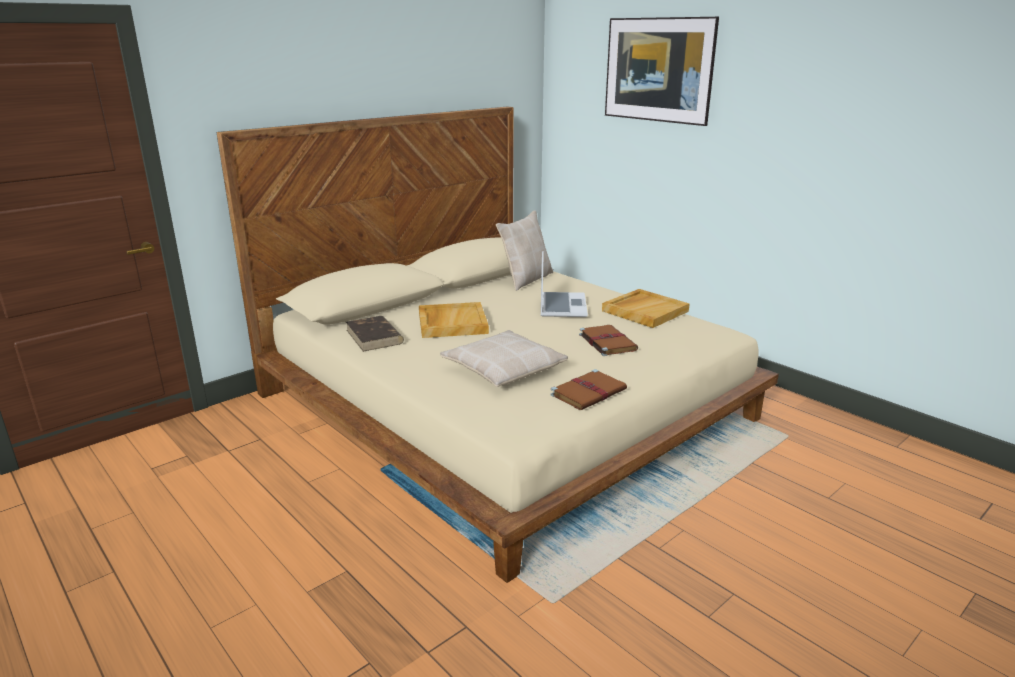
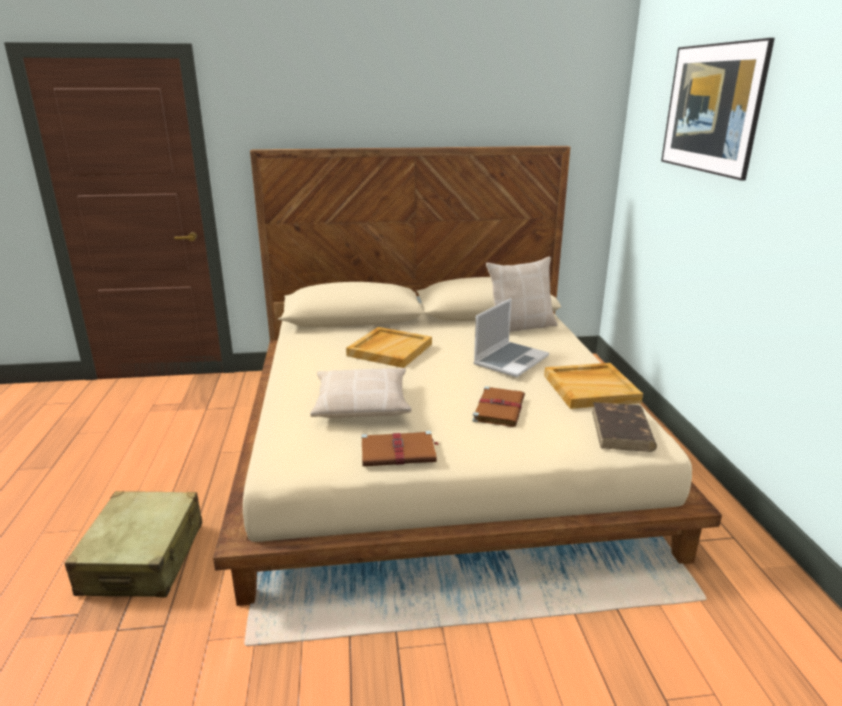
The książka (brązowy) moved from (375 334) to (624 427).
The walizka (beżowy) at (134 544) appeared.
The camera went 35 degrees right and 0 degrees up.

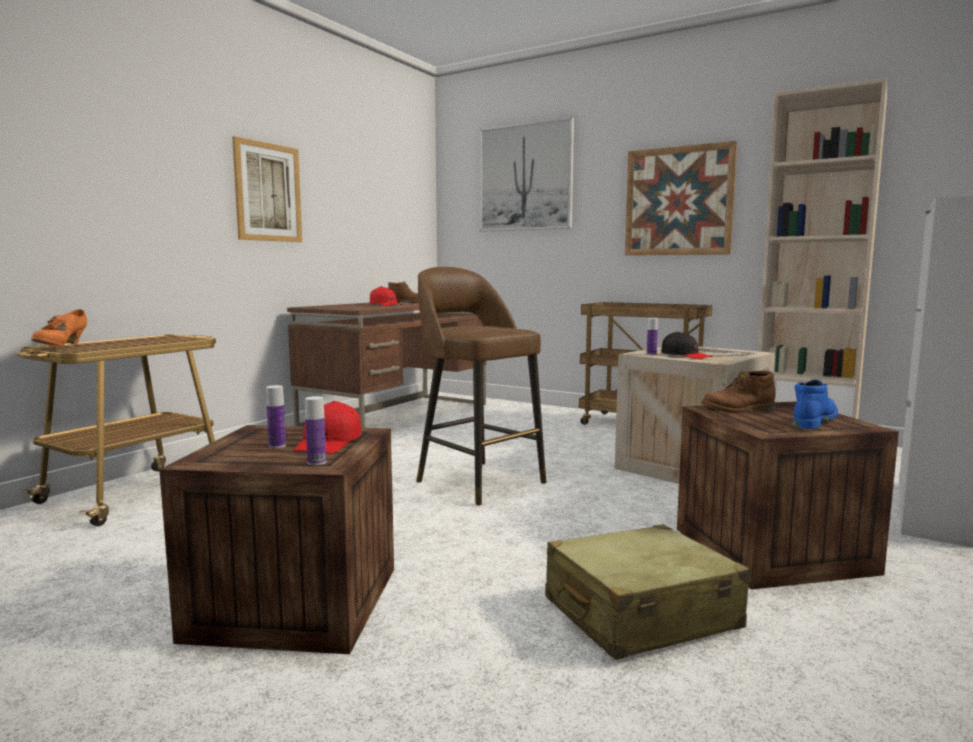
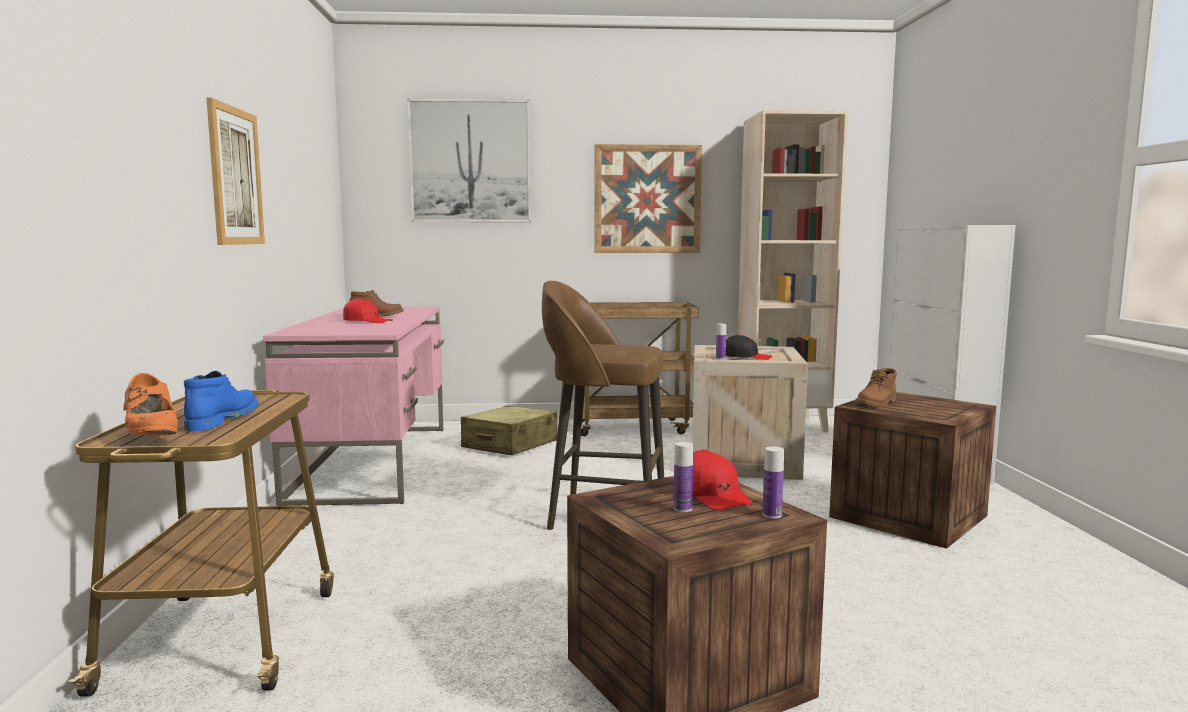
The biurko (brązowy) at (386 364) became the biurko (różowy) at (353 406).
The but z cholewką (niebieski) moved from (815 404) to (221 401).
The walizka (beżowy) moved from (647 592) to (509 430).
The camera went 35 degrees left and 0 degrees up.

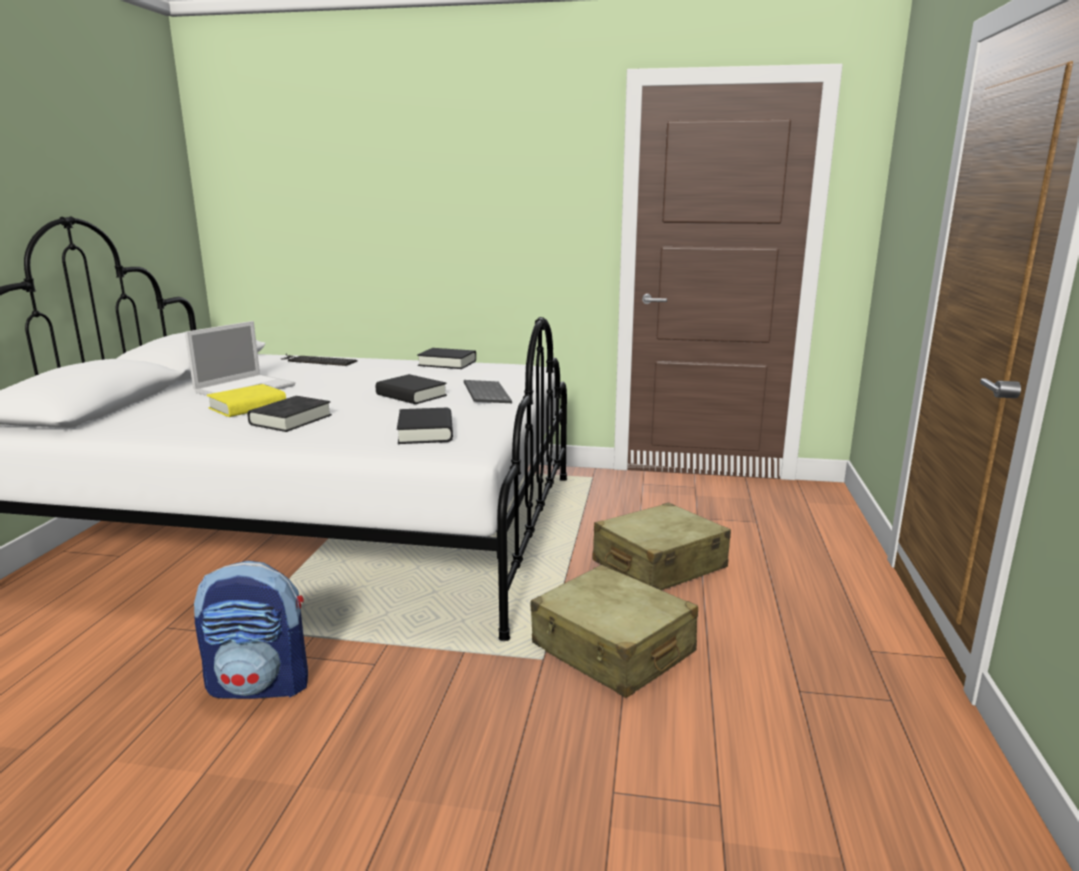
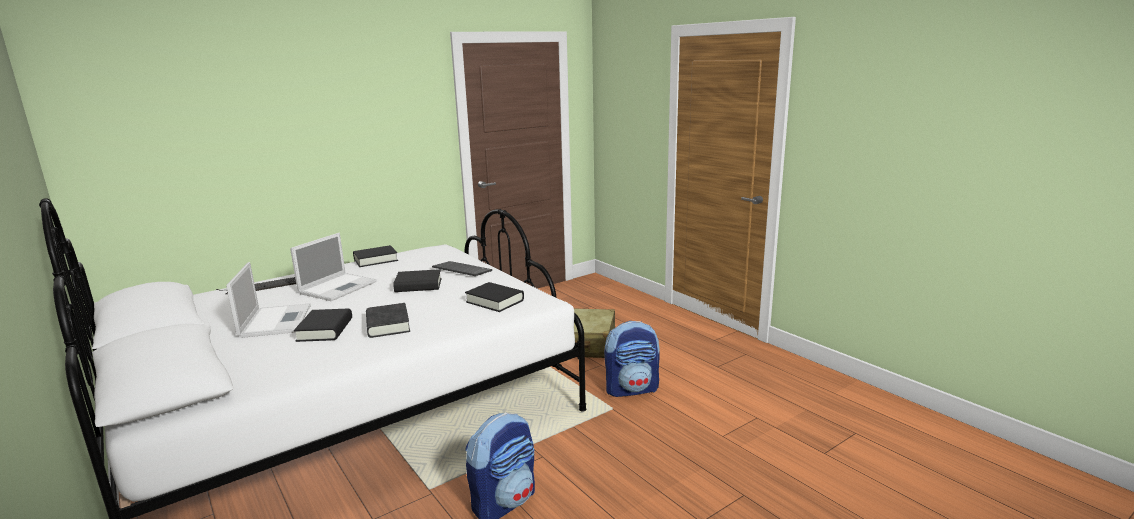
The książka (żółty) at (246 400) became the książka (czarny) at (323 325).
The walizka (beżowy) at (614 631) was replaced by the plecak at (632 359).
The laptop at (333 267) appeared.
The camera went 45 degrees left and 0 degrees up.

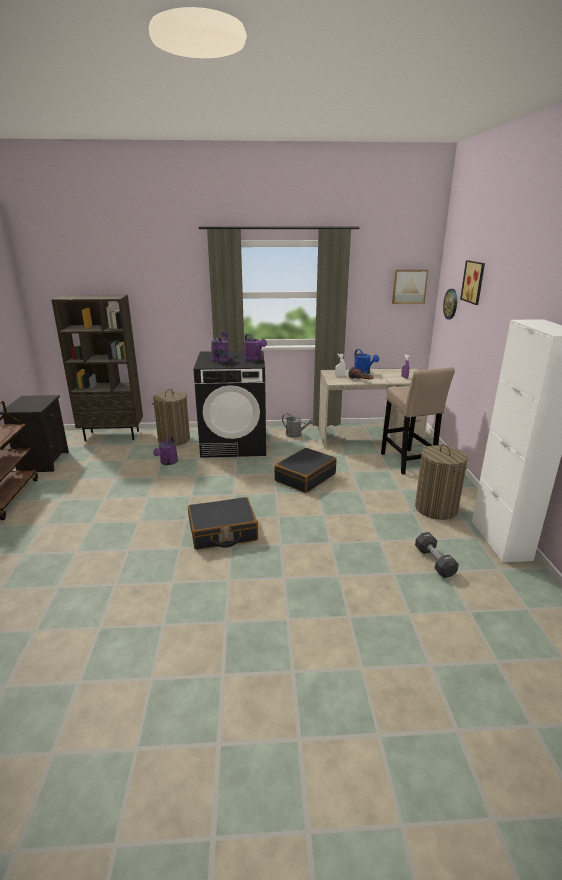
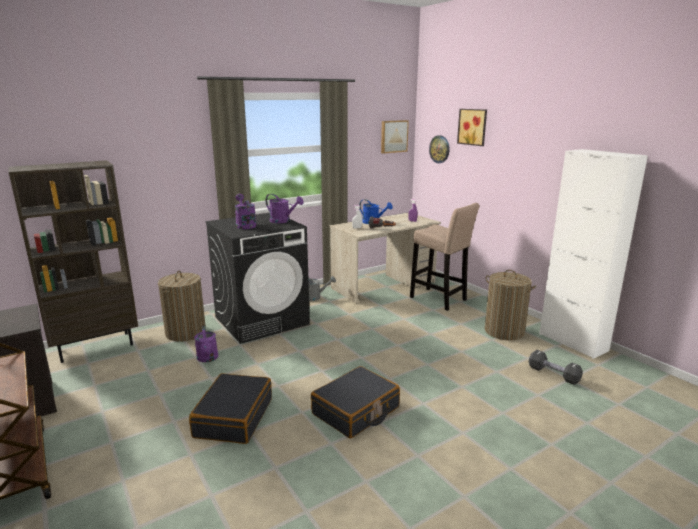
The walizka (czarny) moved from (305 470) to (230 408).
The camera went 30 degrees left and 5 degrees down.

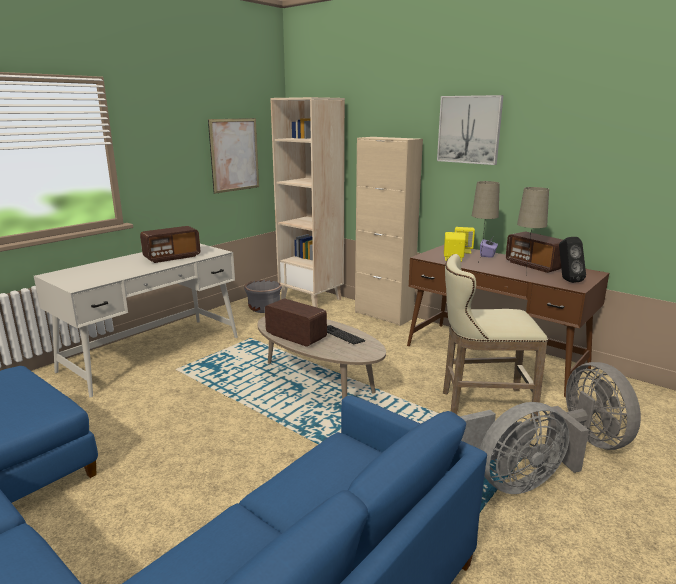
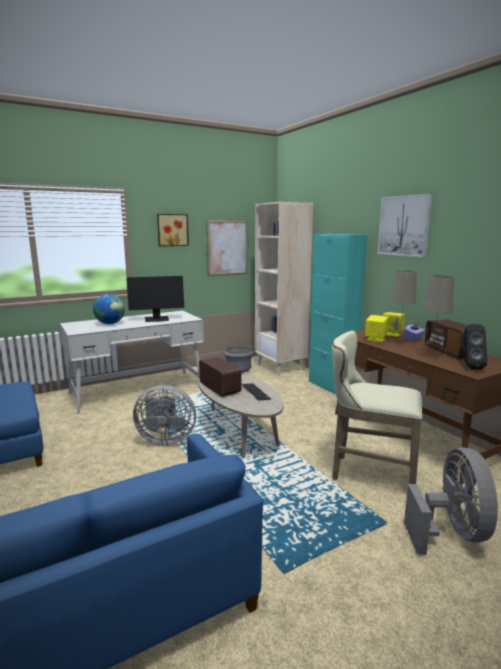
The szafka (beżowy) at (389 231) became the szafka (turkusowy) at (338 314).
The radio at (170 244) was replaced by the monitor at (155 299).
The wentylator (szary) moved from (514 448) to (164 415).
The obraz at (173 230) appeared.
The globus at (109 309) appeared.
The camera went 20 degrees right and 5 degrees down.

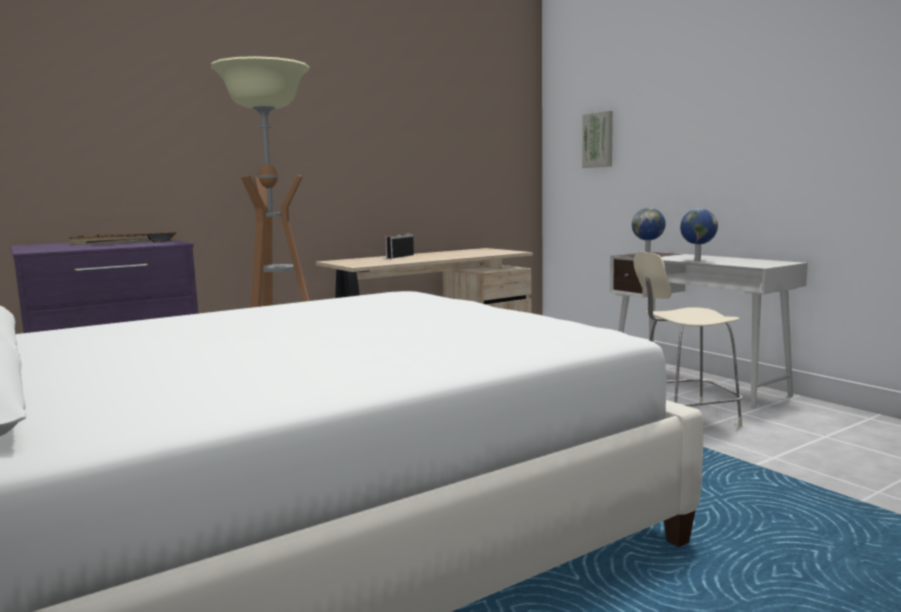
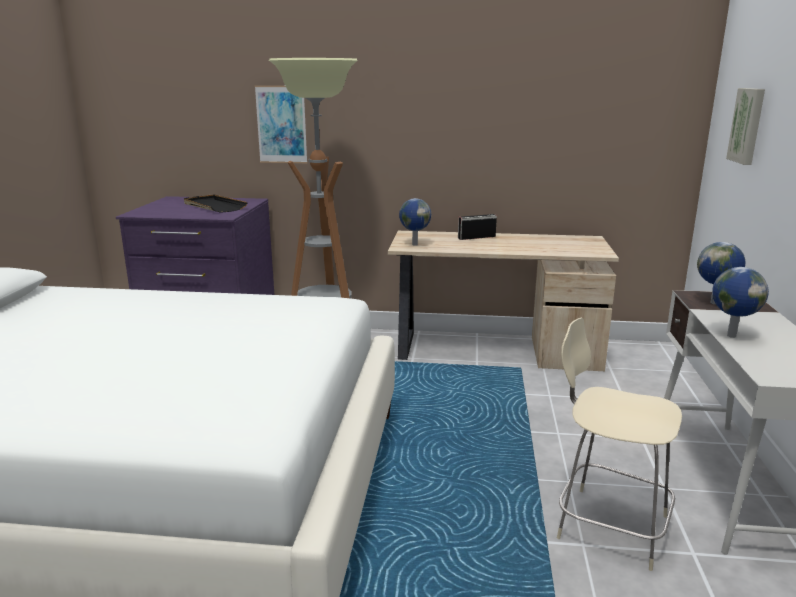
The obraz at (281 124) appeared.
The globus at (415 222) appeared.
The camera went 40 degrees right and 10 degrees up.

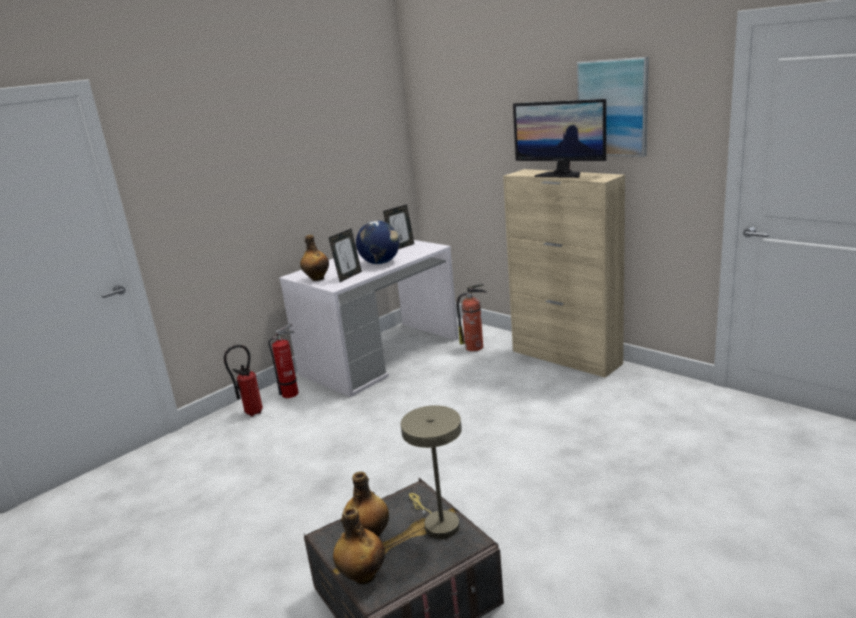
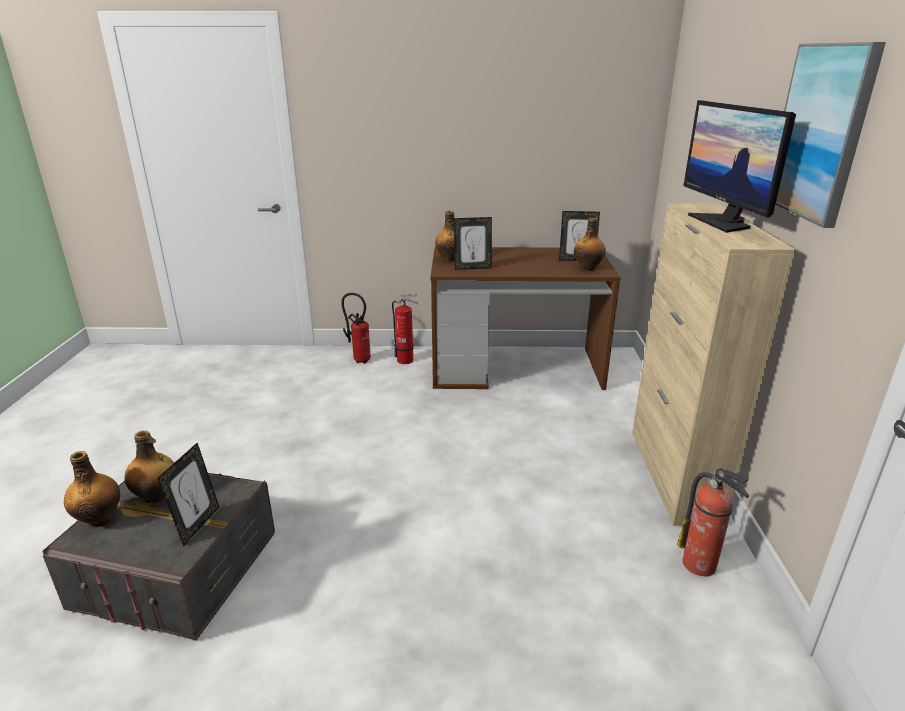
The globus at (378 242) disappeared.
The biurko (biały) at (368 318) became the biurko (brązowy) at (525 318).
The gaśnica moved from (472 317) to (713 522).
The lampa stołowa (beżowy) at (431 472) was replaced by the ramka na zdjęcie at (188 494).
The butelka at (590 244) appeared.
The camera went 45 degrees right and 5 degrees up.

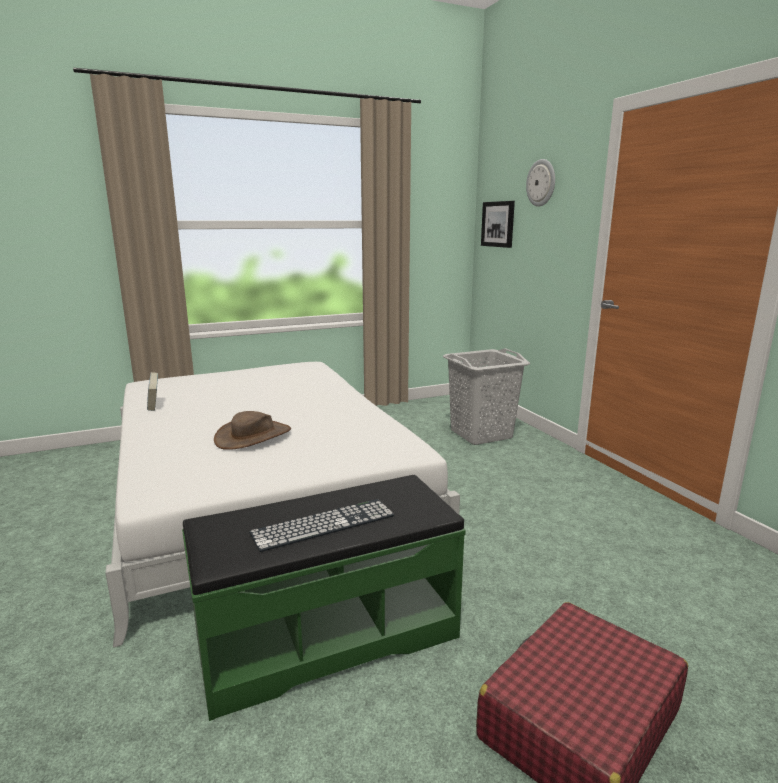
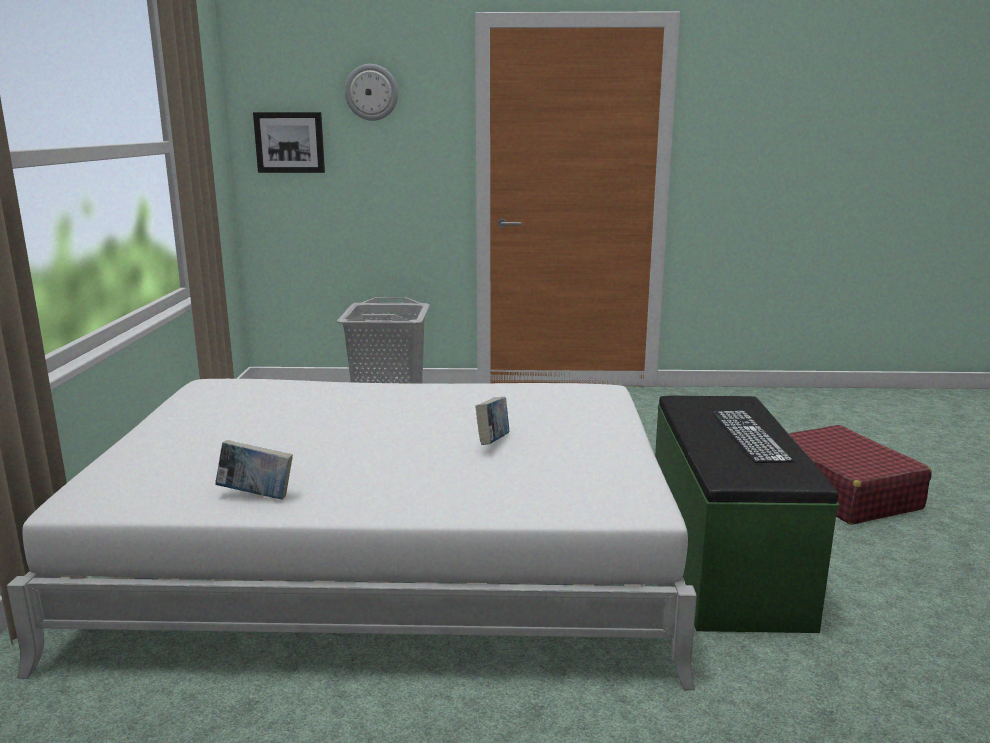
The kapelusz (brązowy) at (252 430) was replaced by the książka at (492 421).
The camera went 65 degrees left and 0 degrees up.

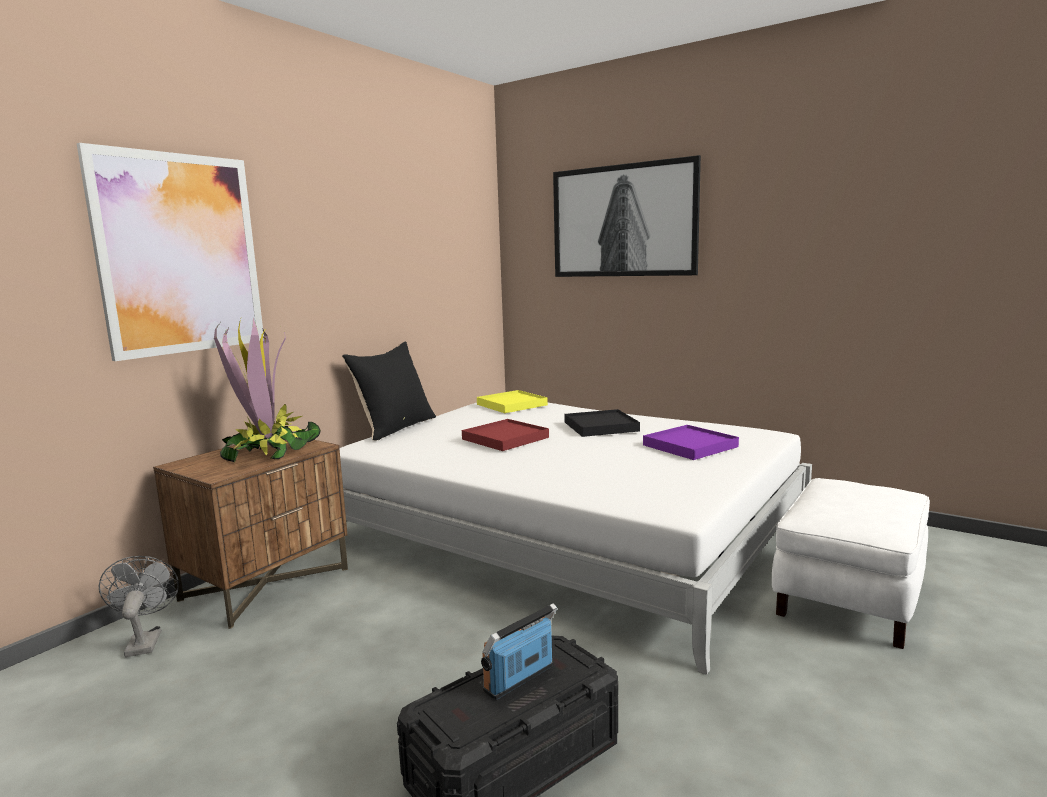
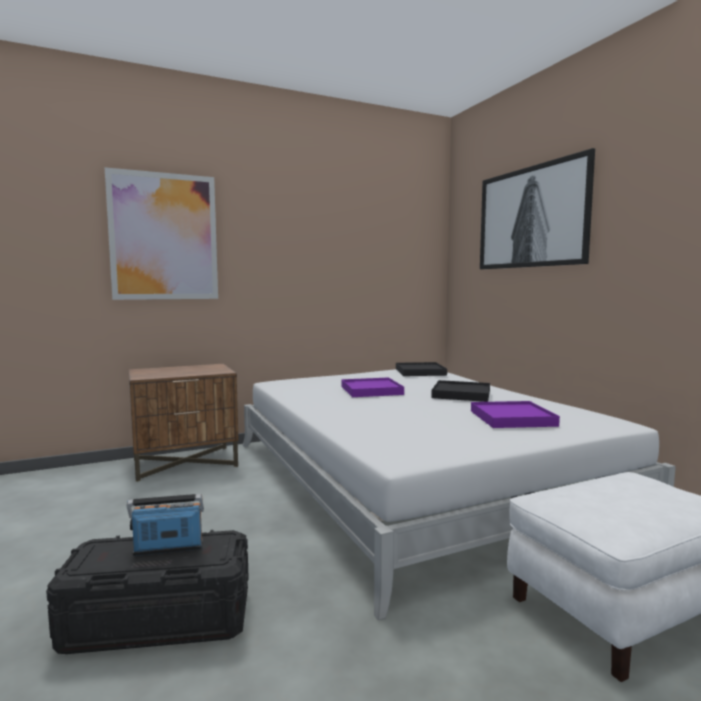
The roślina doniczkowa at (267 390) disappeared.
The poduszka (czarny) at (389 391) disappeared.
The taca (żółty) at (512 401) became the taca (czarny) at (421 369).
The taca (czerwony) at (505 435) became the taca (fioletowy) at (372 387).
The wentylator (szary) at (139 606) disappeared.
The camera went 30 degrees right and 5 degrees down.

